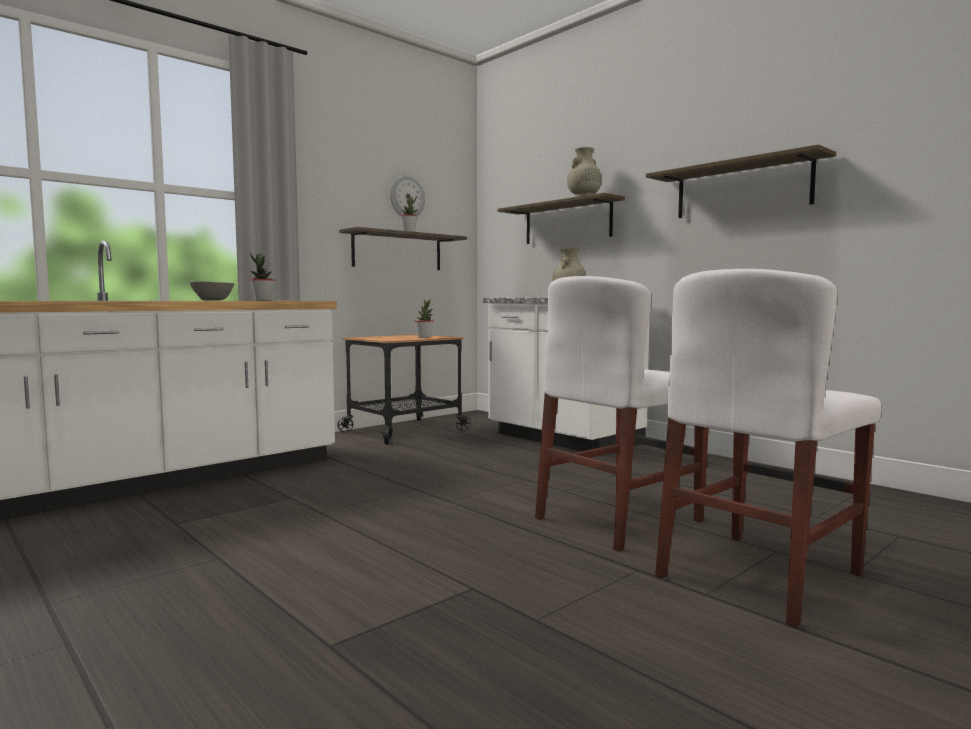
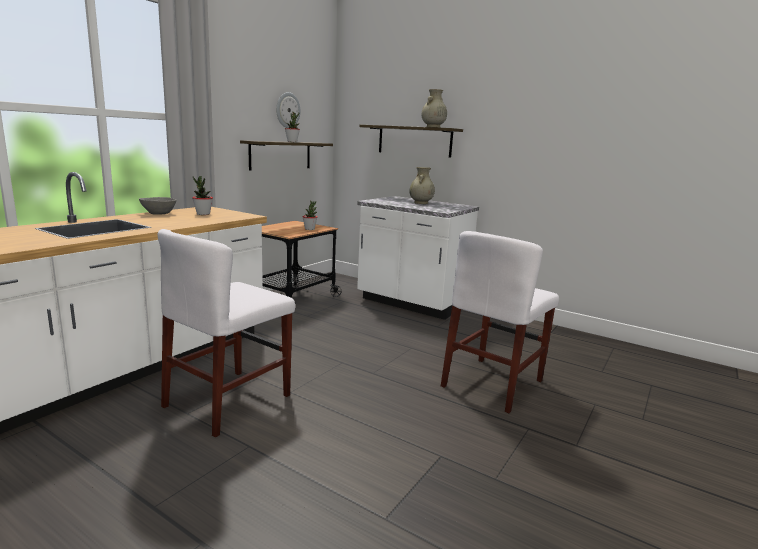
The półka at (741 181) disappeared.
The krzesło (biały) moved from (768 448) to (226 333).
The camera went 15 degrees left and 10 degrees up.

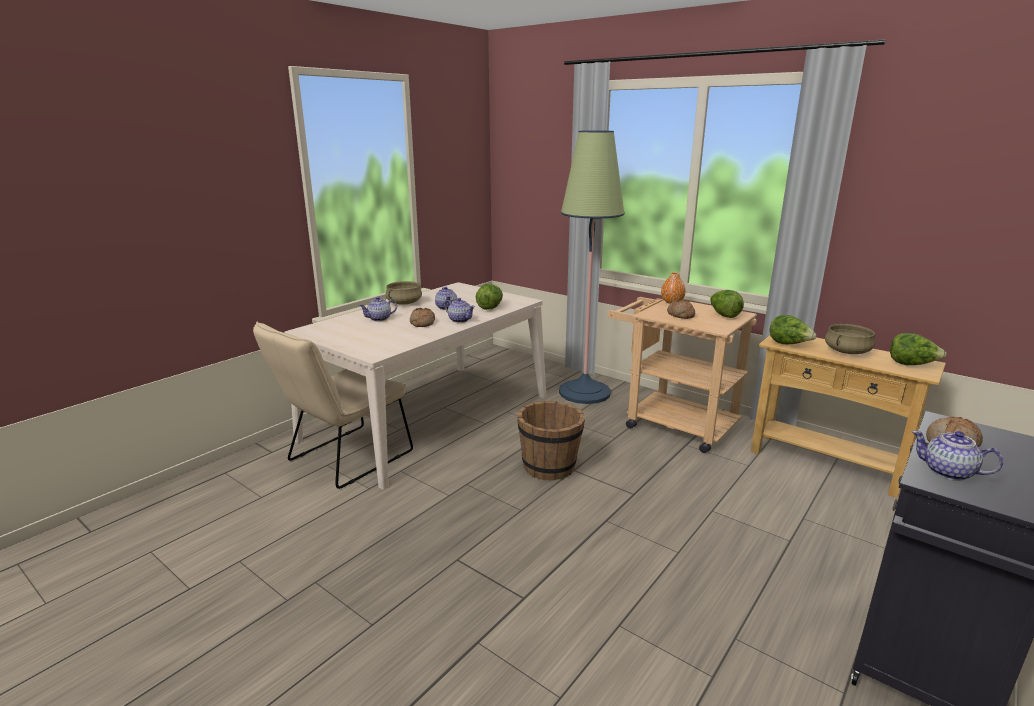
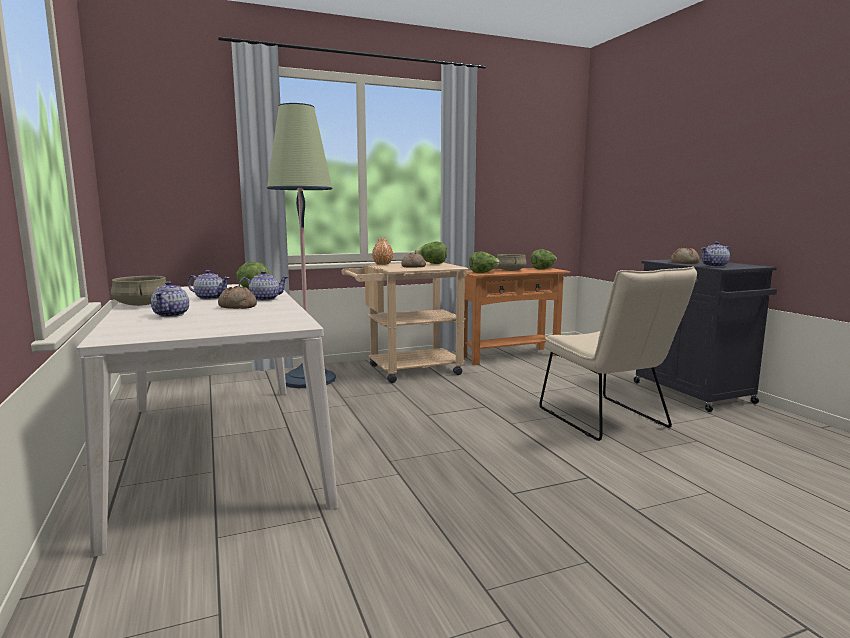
The krzesło (beżowy) moved from (333 405) to (618 353).
The stolik konsolowy (beżowy) at (848 416) became the stolik konsolowy (pomarańczowy) at (517 316).
The wiadro (brązowy) at (551 440) disappeared.
The camera went 60 degrees left and 10 degrees down.

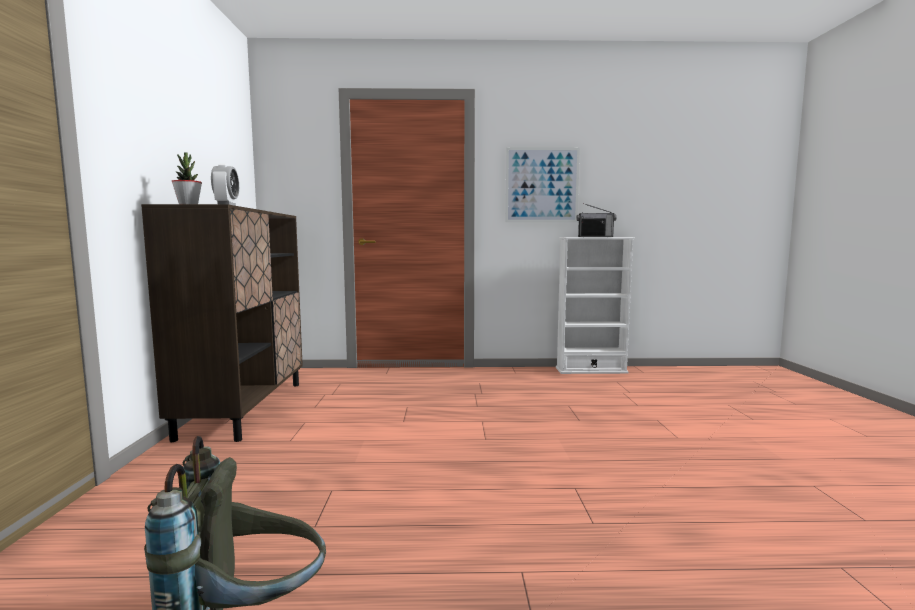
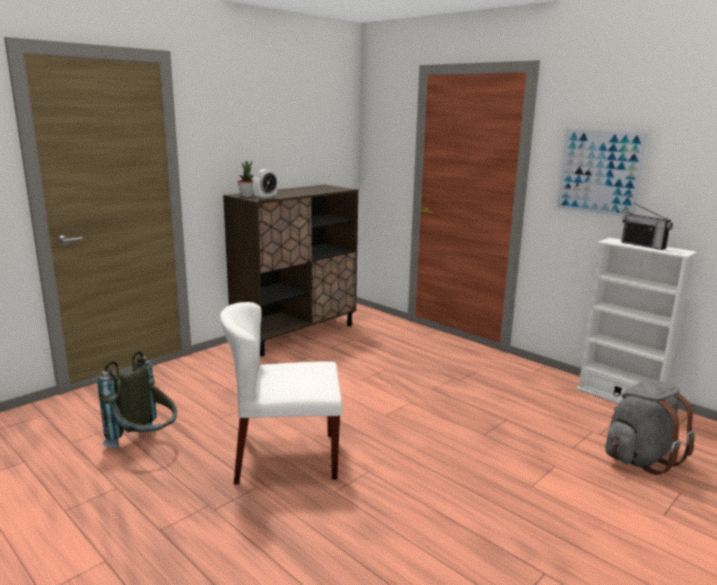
The krzesło (biały) at (281 393) appeared.
The plecak (szary) at (650 427) appeared.
The camera went 45 degrees right and 10 degrees up.

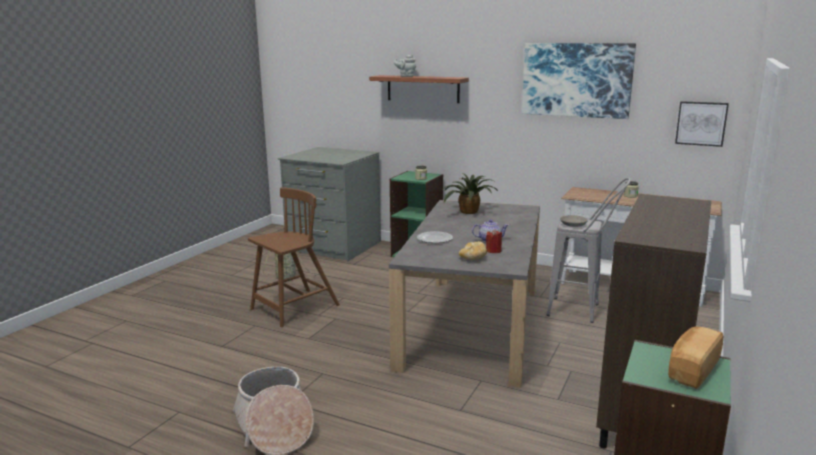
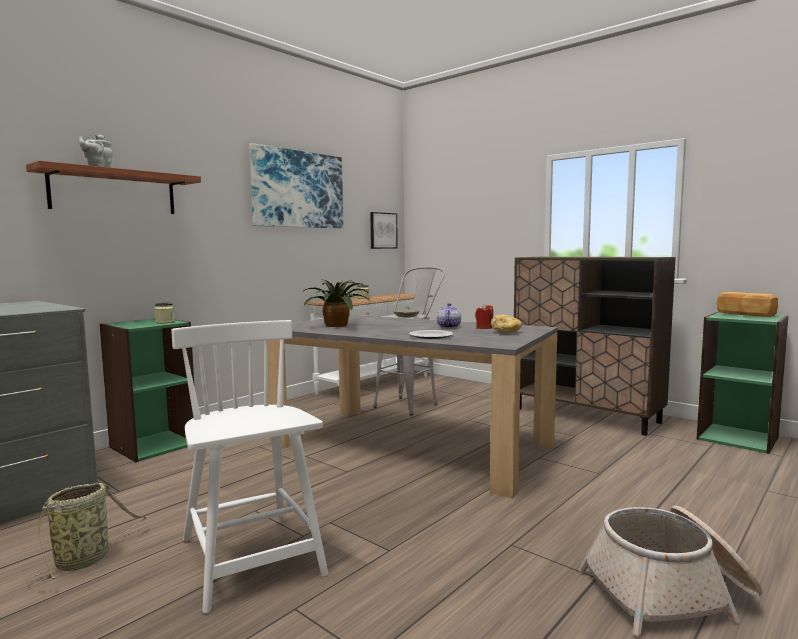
The krzesło (brązowy) at (294 257) became the krzesło (biały) at (249 466).
The camera went 75 degrees left and 10 degrees down.

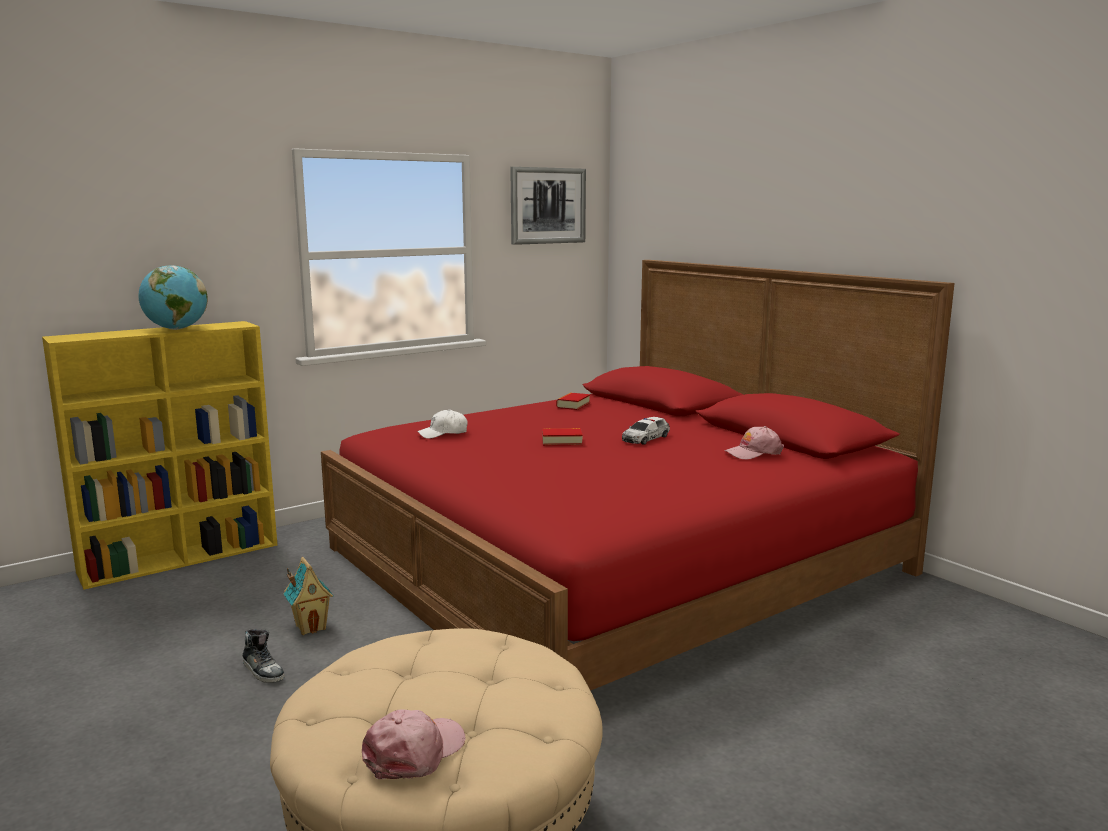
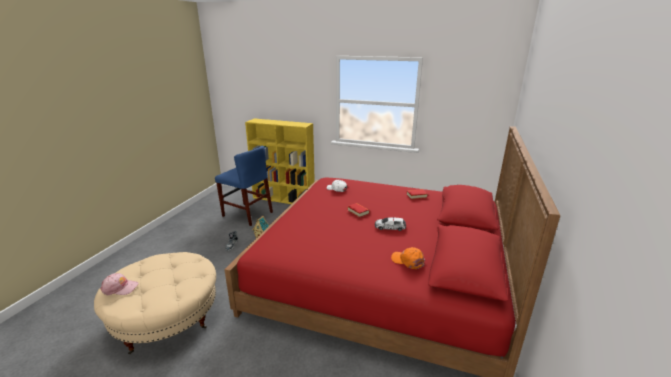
The obraz at (548 206) disappeared.
The globus at (173 297) disappeared.
The czapka z daszkiem (różowy) at (754 443) became the czapka z daszkiem (pomarańczowy) at (408 258).
The krzesło (niebieski) at (244 185) appeared.
The camera went 55 degrees right and 10 degrees up.

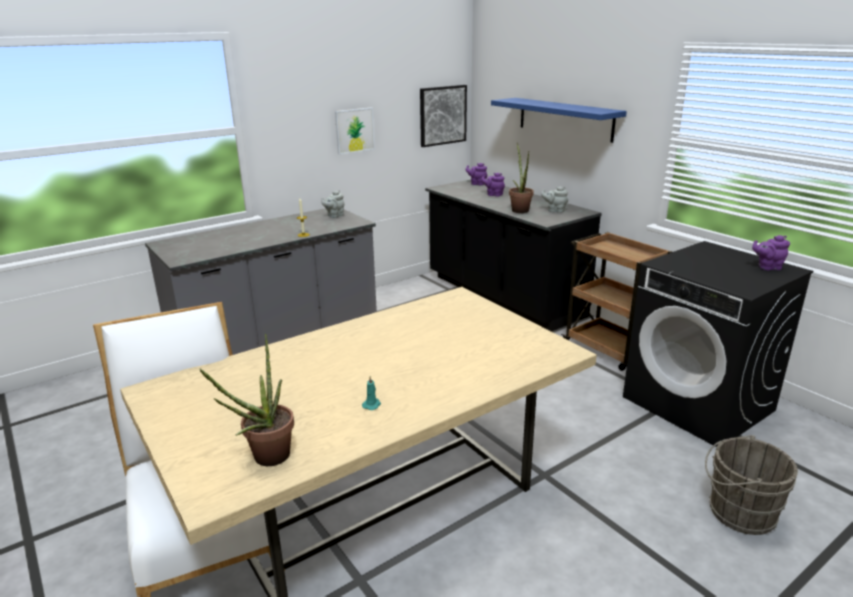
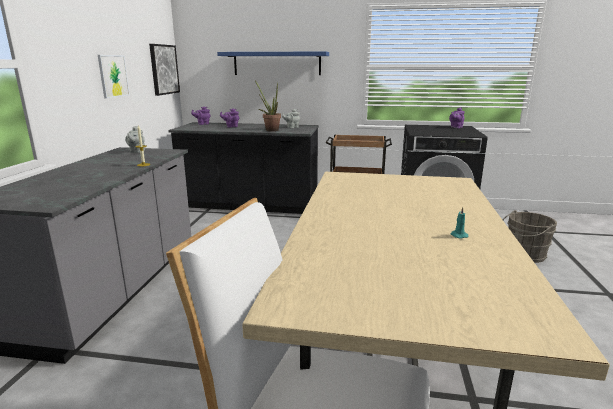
The roślina doniczkowa at (247 400) disappeared.
The camera went 45 degrees left and 5 degrees down.

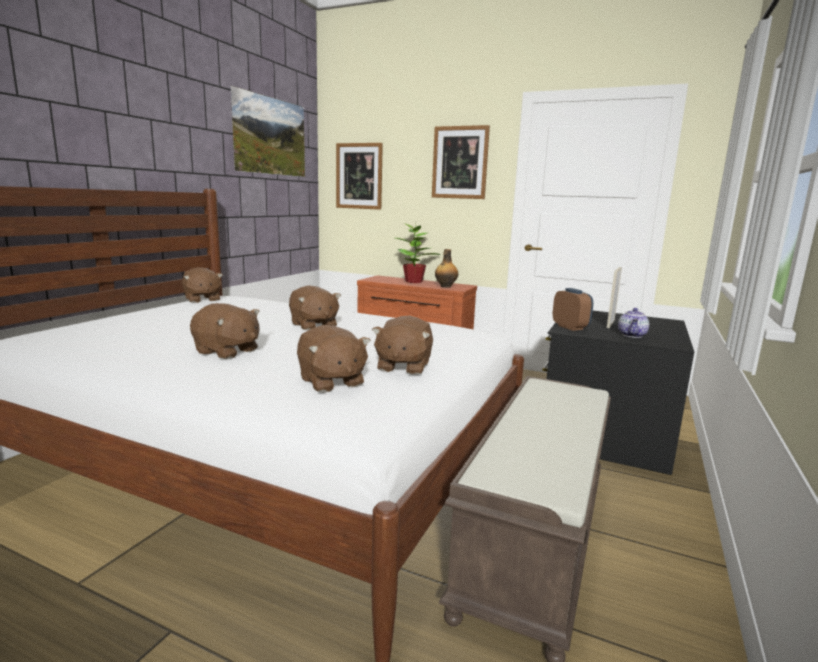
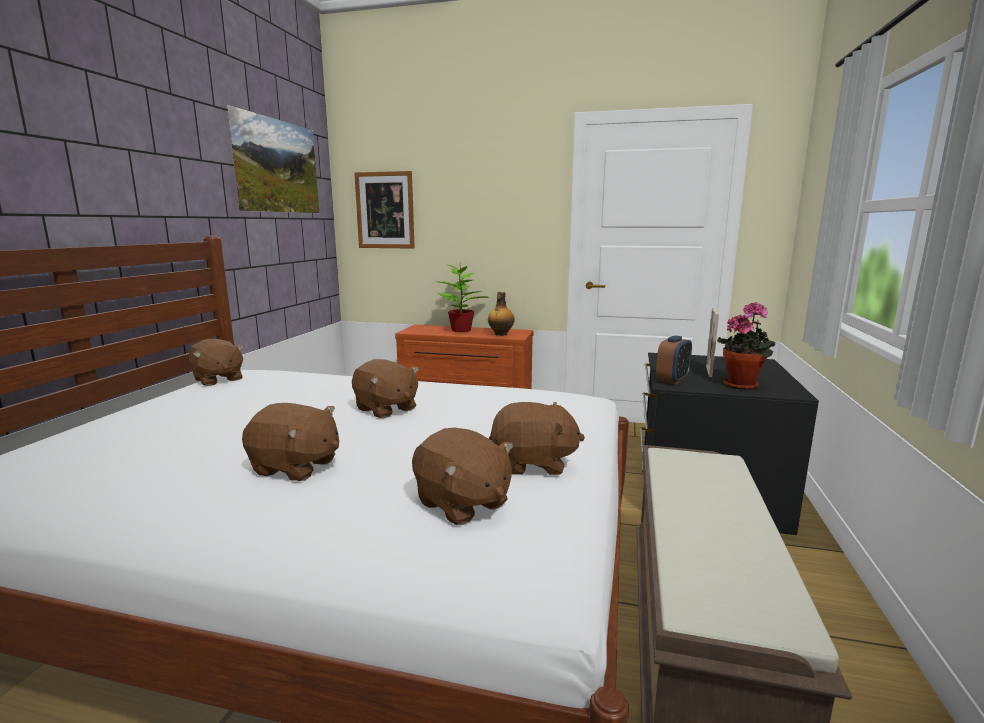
The obraz at (461 162) disappeared.
The budzik at (573 309) turned 75 degrees clockwise.
The imbryk at (633 323) was replaced by the roślina doniczkowa at (746 346).
The pluszak (brązowy) at (402 345) turned 90 degrees counterclockwise.
The camera went 10 degrees left and 0 degrees up.

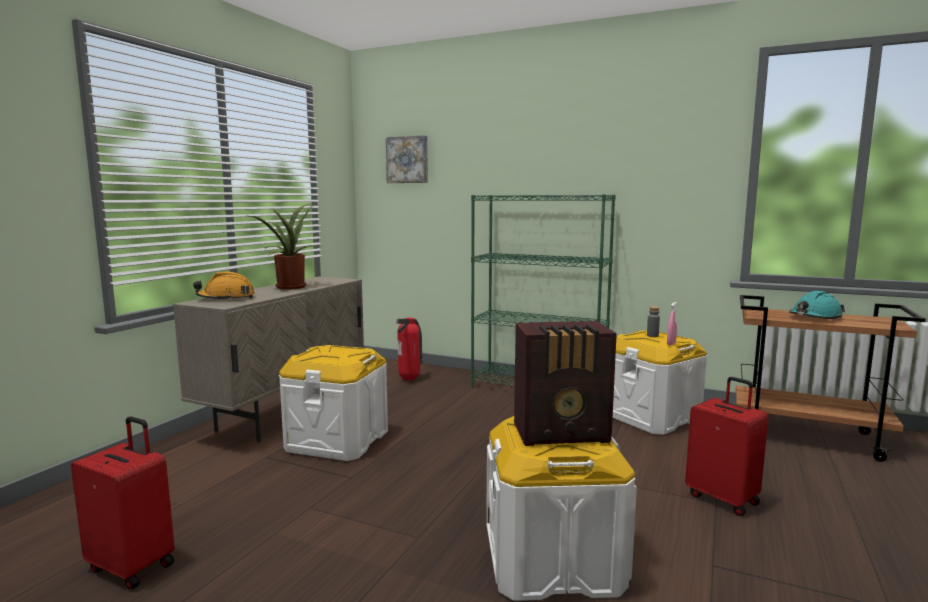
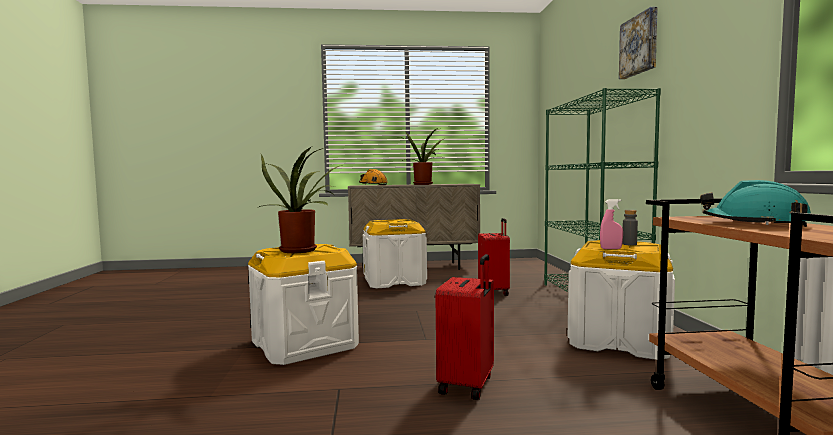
The obraz moved from (407 159) to (638 43).
The gaśnica at (409 349) disappeared.
The radio at (565 383) was replaced by the roślina doniczkowa at (300 199).
The walizka (czerwony) moved from (123 503) to (494 257).
The camera went 60 degrees right and 5 degrees down.

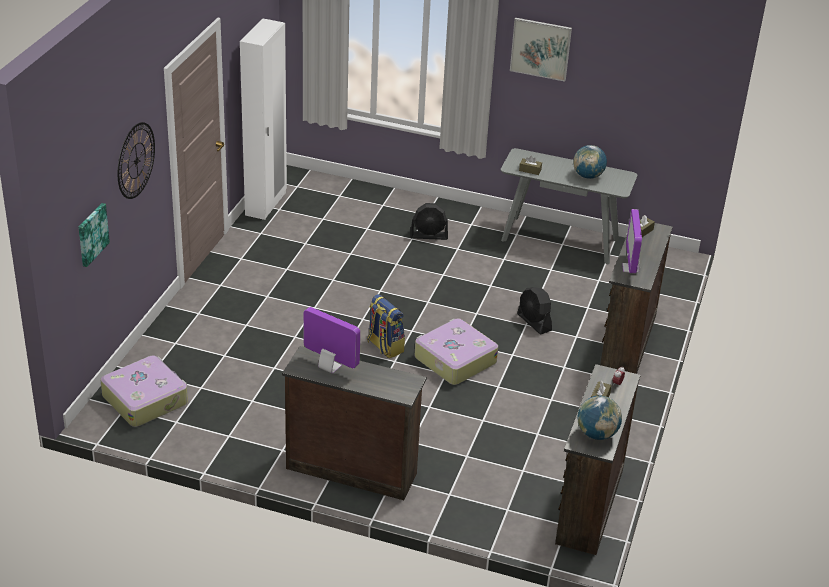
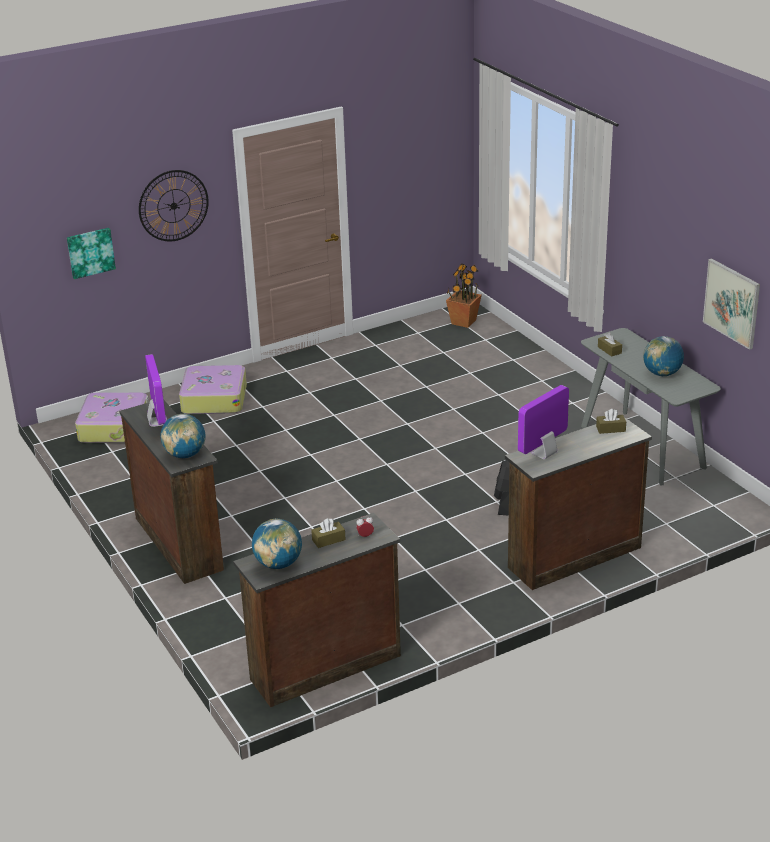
The obraz moved from (541 49) to (731 304).
The szafa (biały) at (263 119) disappeared.
The wentylator (czarny) at (429 221) disappeared.
The plecak at (386 326) disappeared.
The walizka moved from (456 351) to (213 389).
The roślina doniczkowa at (464 296) appeared.
The globus at (183 436) appeared.
The camera went 45 degrees right and 5 degrees down.

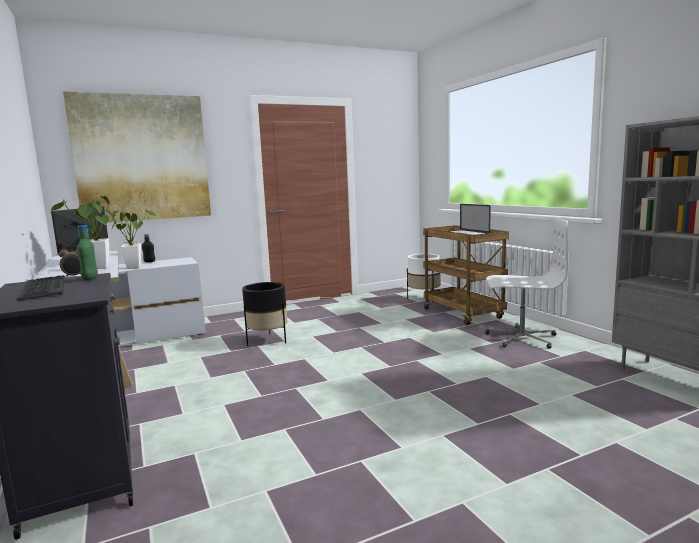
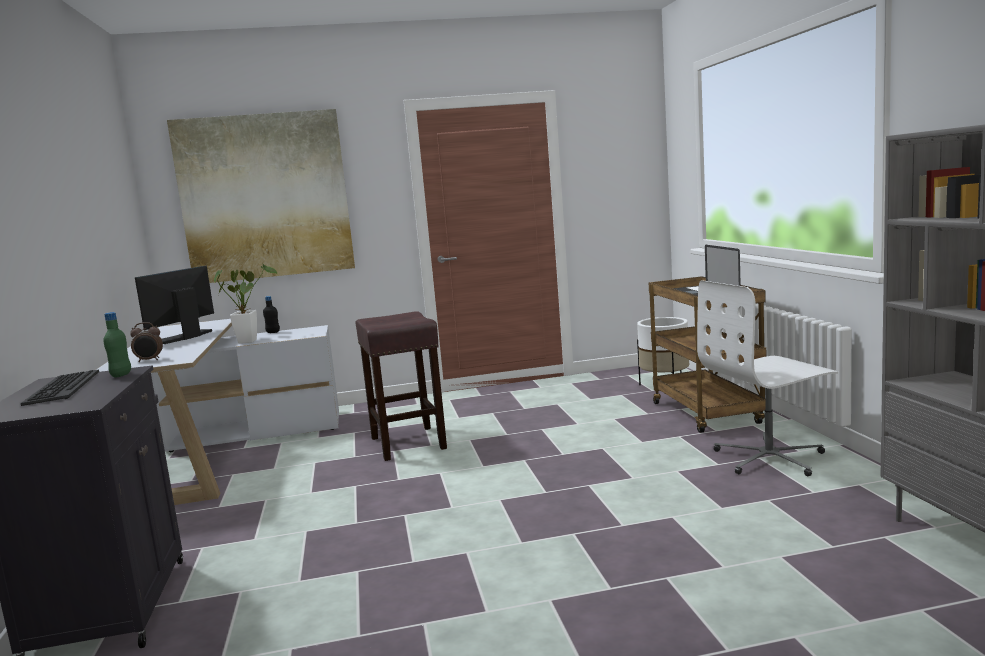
The roślina doniczkowa at (82 232) disappeared.
The krzesło biurowe (biały) at (526 283) turned 135 degrees clockwise.
The donica (czarny) at (265 314) was replaced by the stołek (brązowy) at (401 386).
The camera went 15 degrees right and 0 degrees up.

